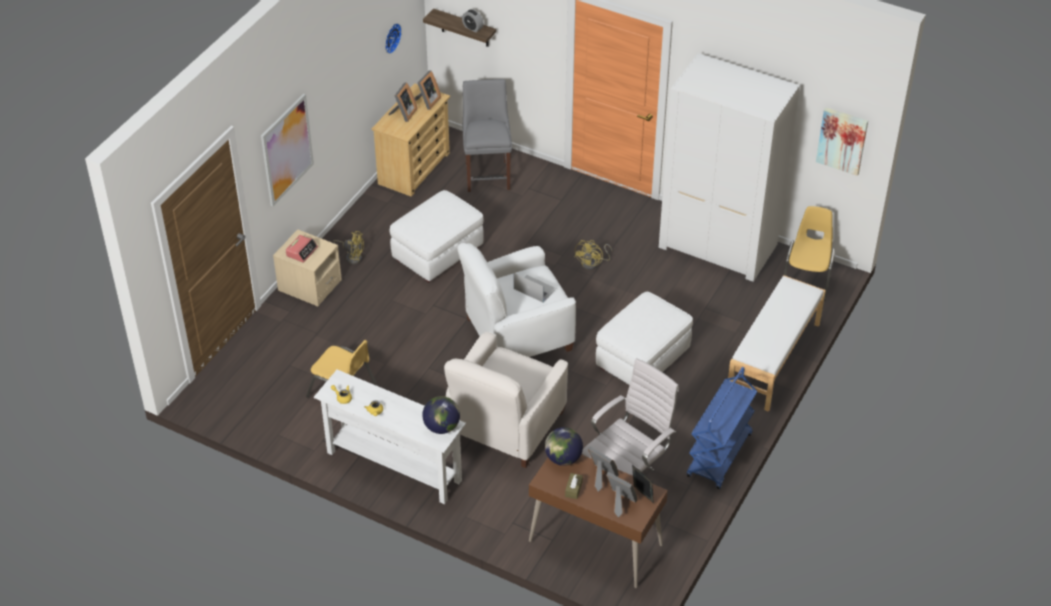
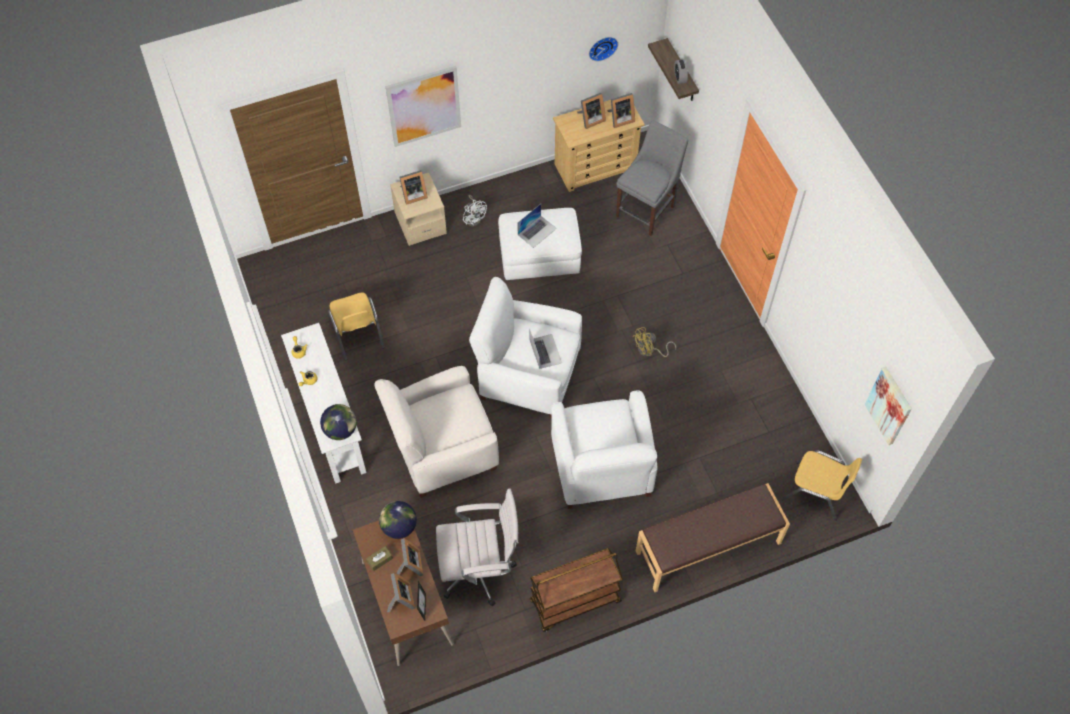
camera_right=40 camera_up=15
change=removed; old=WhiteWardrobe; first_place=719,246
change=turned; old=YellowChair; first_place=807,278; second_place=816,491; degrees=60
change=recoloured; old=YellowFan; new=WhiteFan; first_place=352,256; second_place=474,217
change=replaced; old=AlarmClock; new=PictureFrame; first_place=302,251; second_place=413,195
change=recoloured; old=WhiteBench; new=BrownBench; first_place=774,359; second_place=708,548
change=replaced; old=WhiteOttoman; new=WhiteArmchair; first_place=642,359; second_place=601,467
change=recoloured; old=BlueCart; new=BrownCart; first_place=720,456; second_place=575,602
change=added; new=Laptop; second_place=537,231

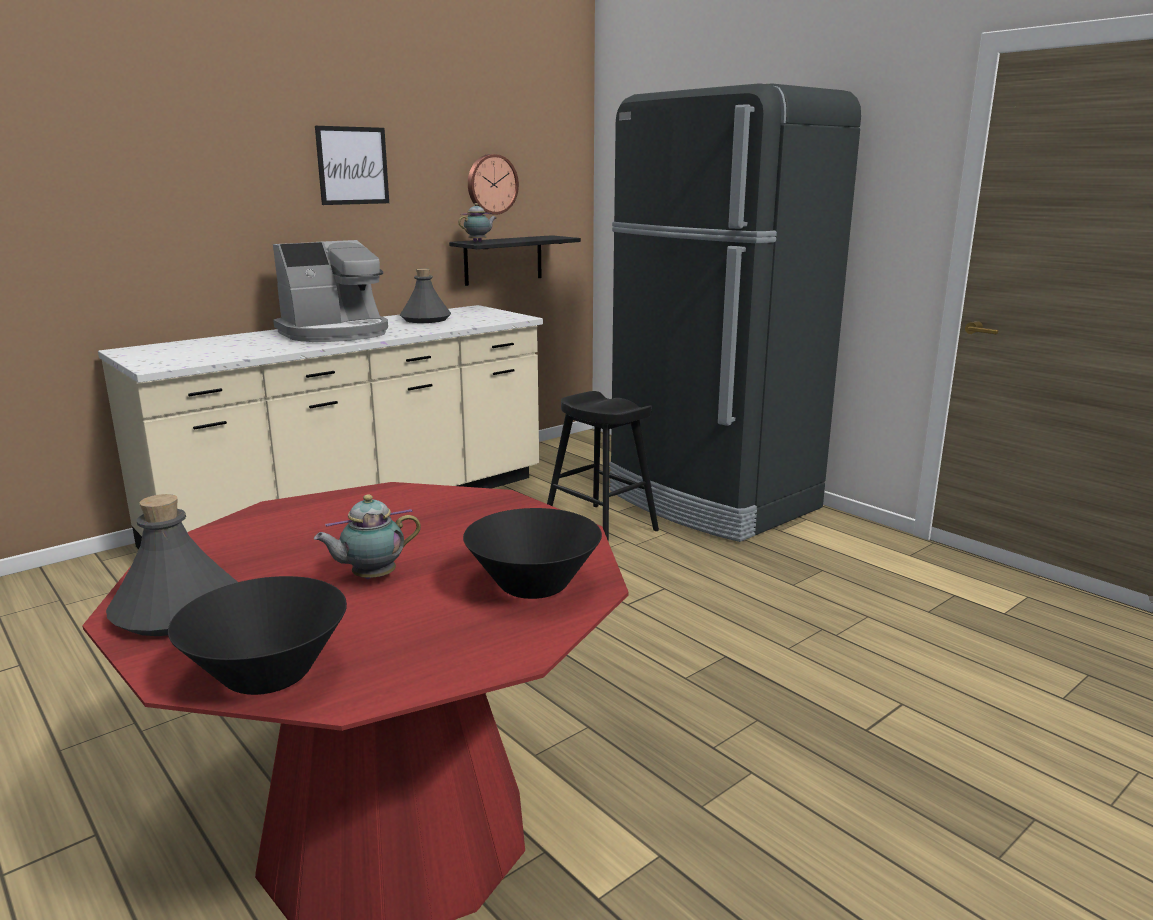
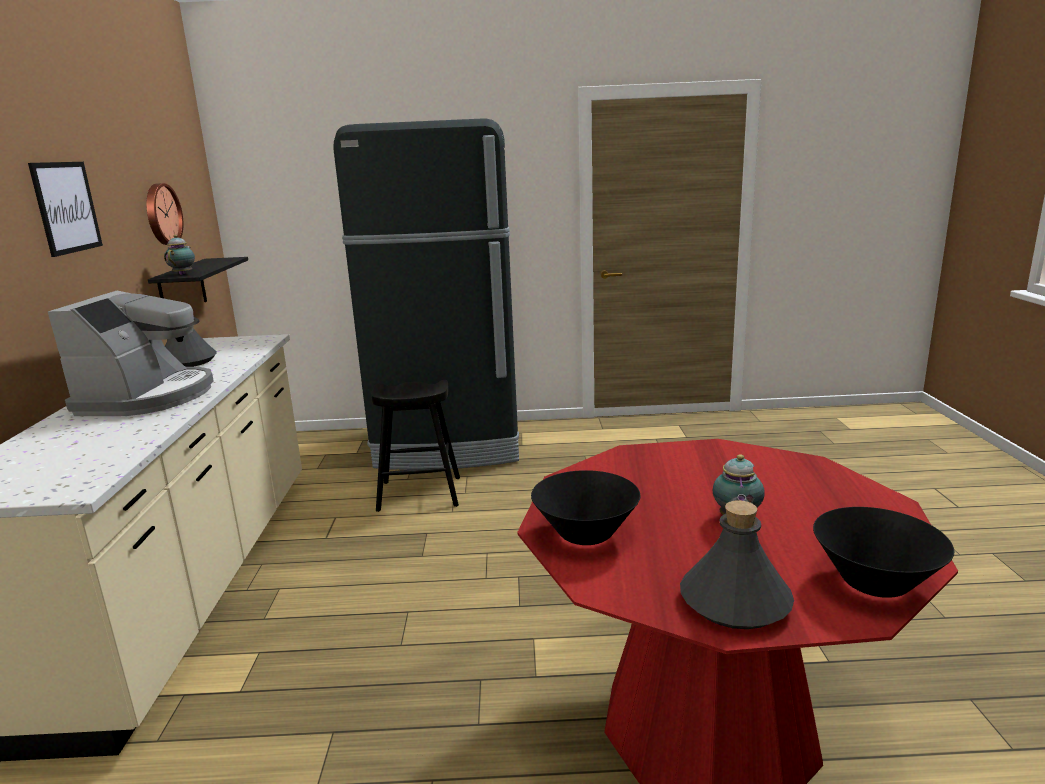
camera_right=-50 camera_up=0
change=moved; old=BlackBowl; first_place=533,586; second_place=586,534

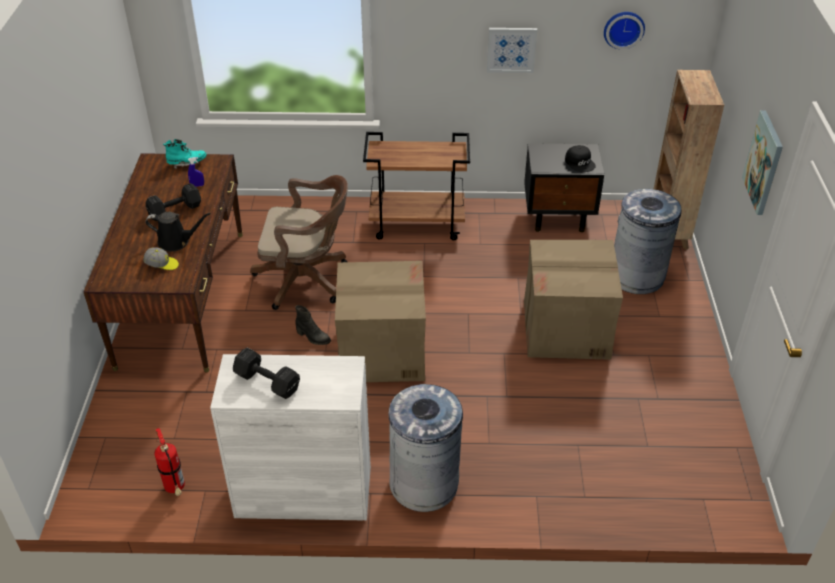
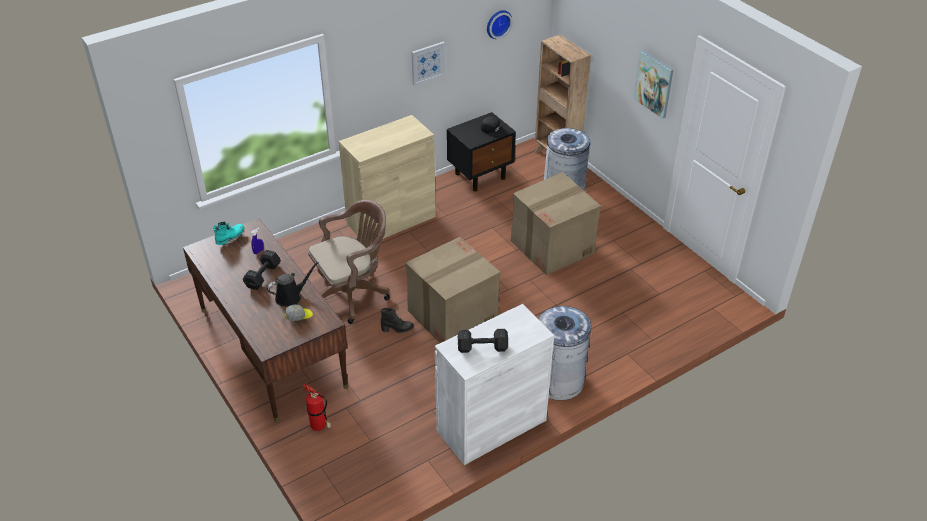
camera_right=-35 camera_up=0
change=replaced; old=BrownCart; new=BeigeCabinet; first_place=418,224; second_place=391,220
change=moved; old=FireExtinguisher; first_place=175,489; second_place=320,427

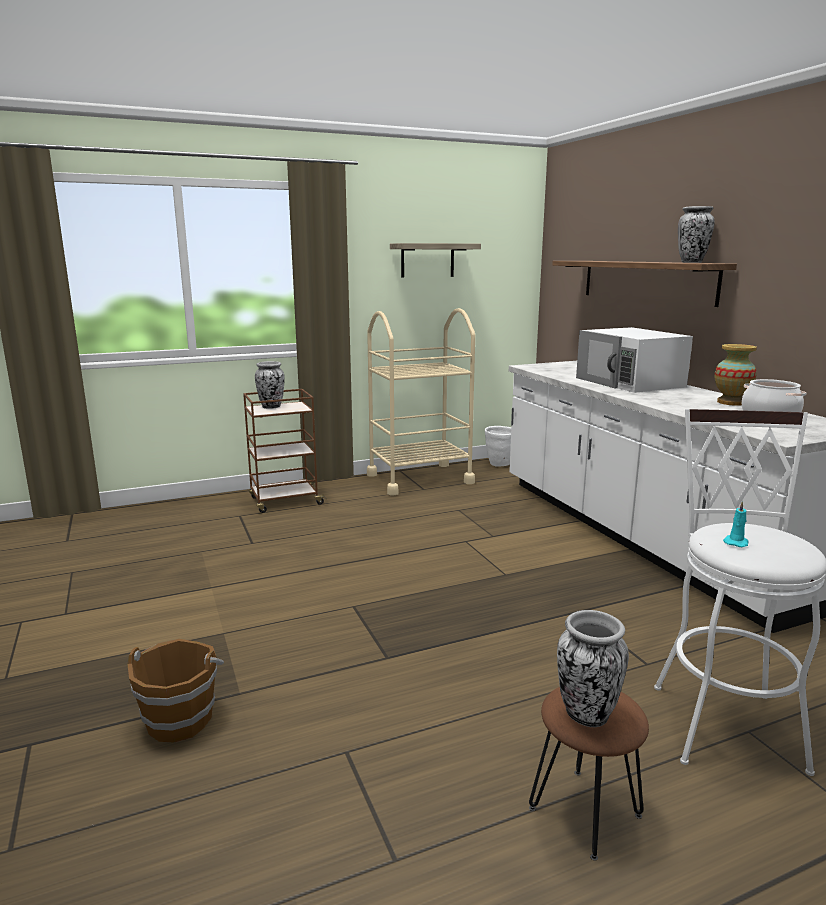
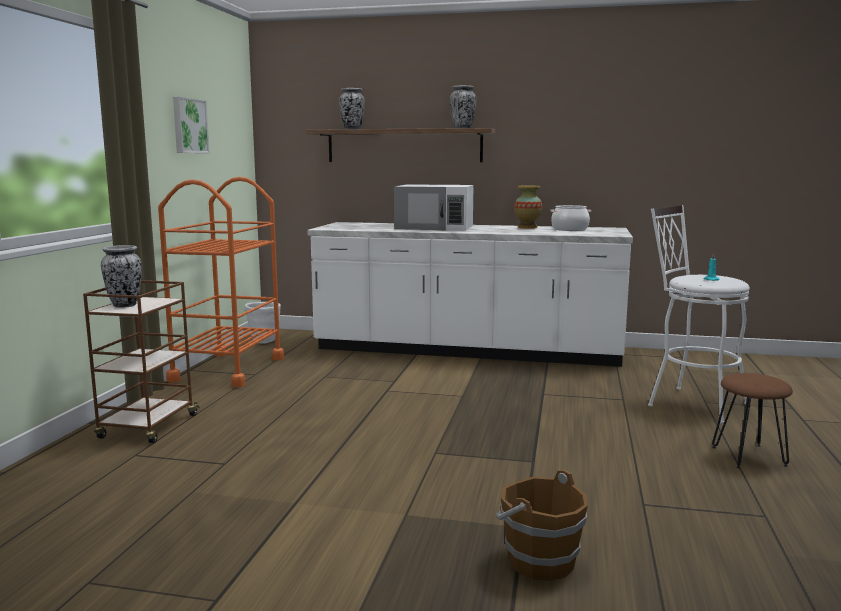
camera_right=-55 camera_up=-5
change=replaced; old=Shelf; new=Picture; first_place=427,260; second_place=189,126
change=recoloured; old=BeigeCart; new=OrangeCart; first_place=419,479; second_place=228,369
change=moved; old=Vase; first_place=586,715; second_place=352,129

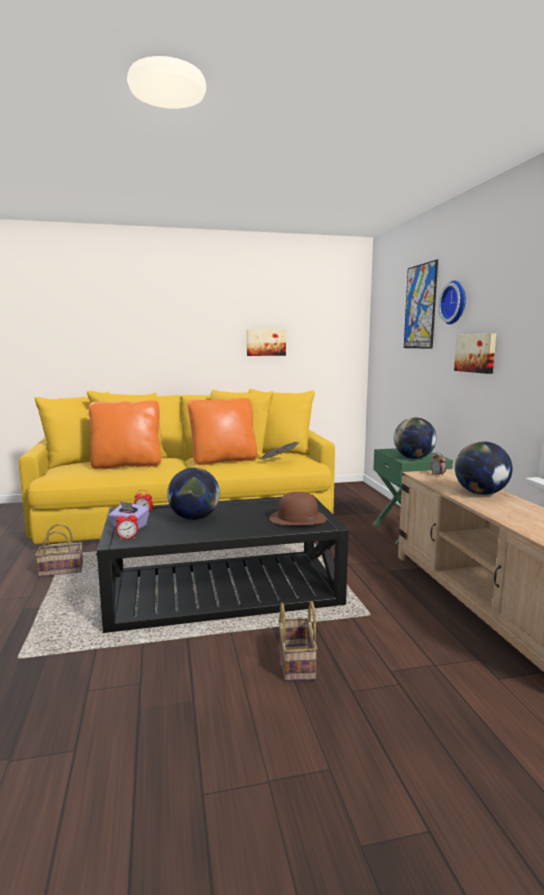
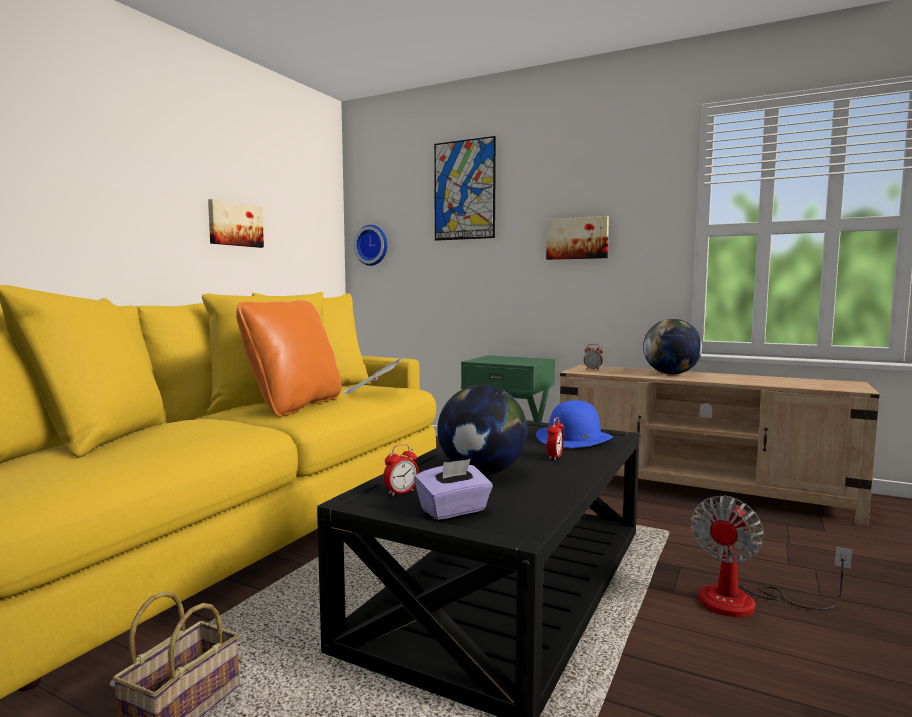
camera_right=-50 camera_up=-5
change=moved; old=WallClock; first_place=455,302; second_place=372,245
change=removed; old=OrangePillow; first_place=127,465
change=removed; old=Globe; first_place=413,458
change=recoloured; old=BrownHat; new=BlueHat; first_place=297,518; second_place=574,438
change=moved; old=AlarmClock; first_place=127,538; second_place=555,457
change=replaced; old=Basket; new=Fan; first_place=297,663; second_place=746,602

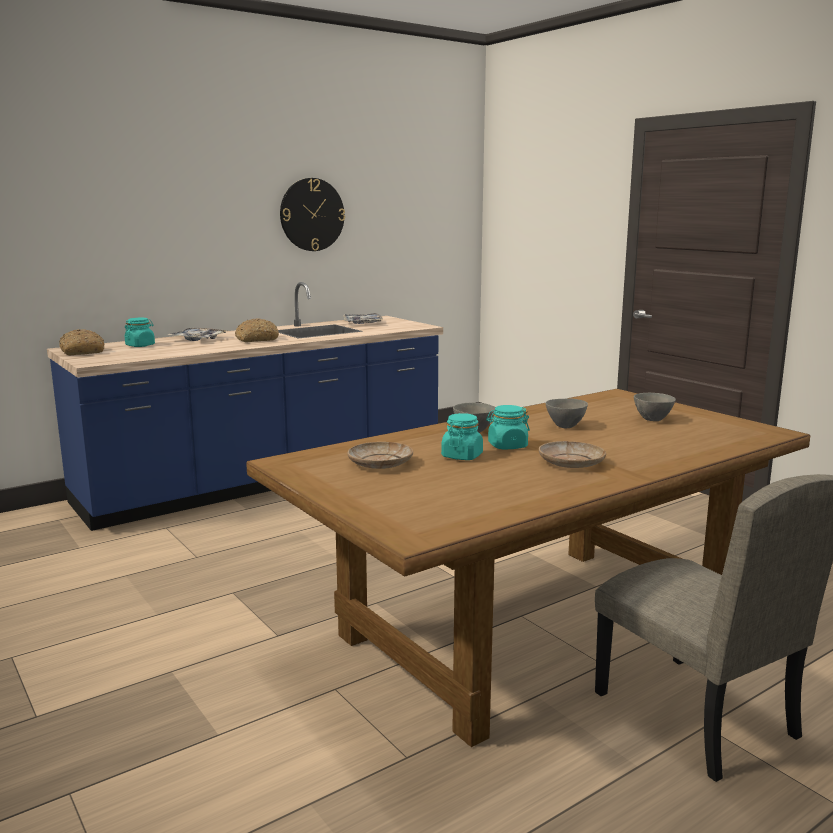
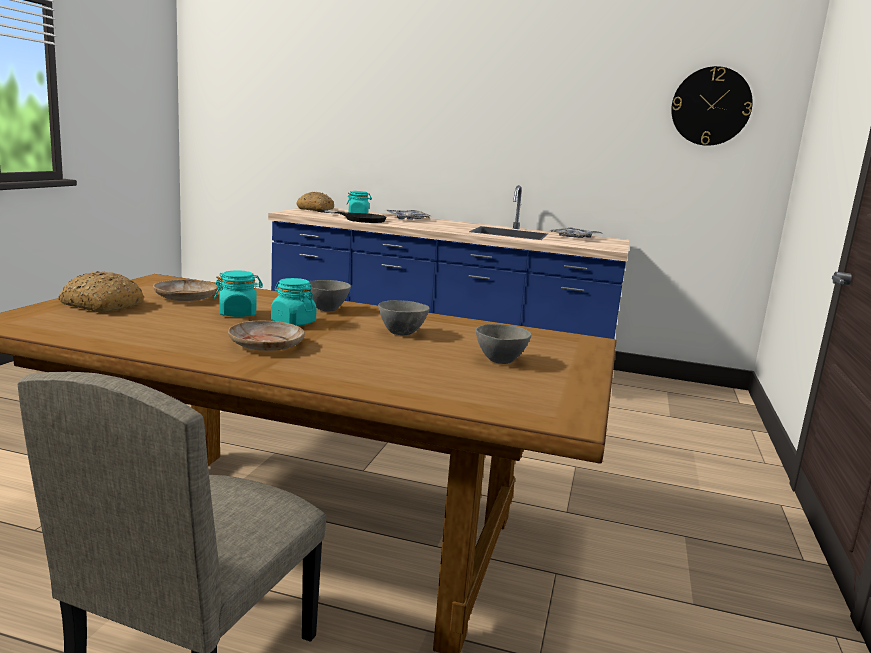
camera_right=50 camera_up=0
change=moved; old=WallClock; first_place=312,214; second_place=711,106
change=moved; old=Bread; first_place=256,339; second_place=101,305
change=added; new=BlackFryingPan; second_place=359,219

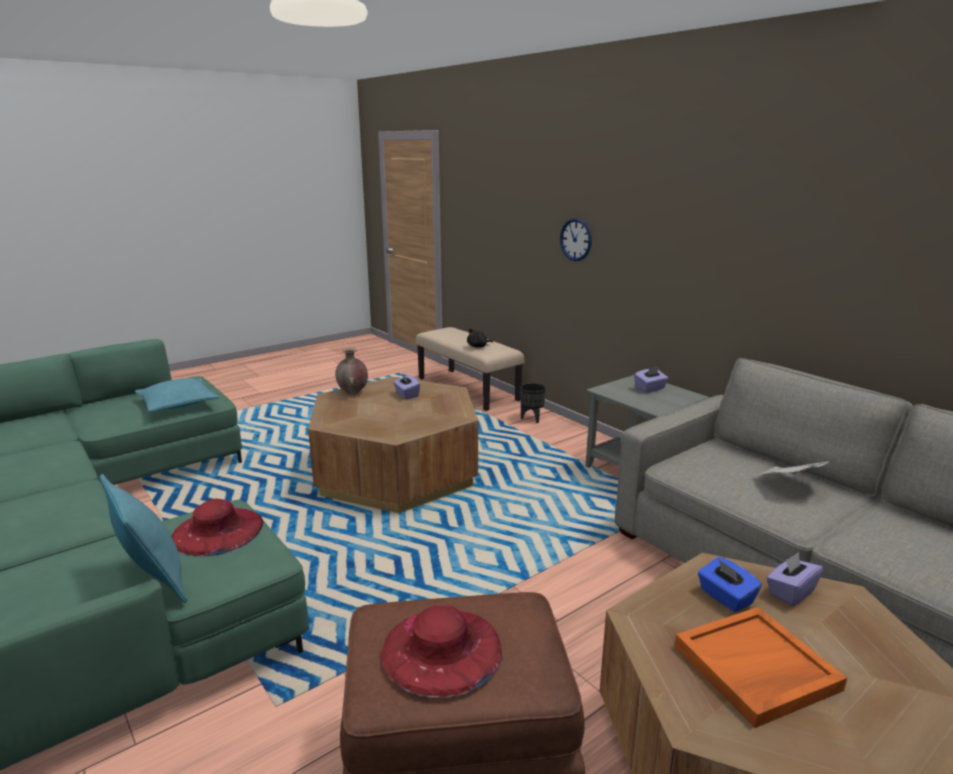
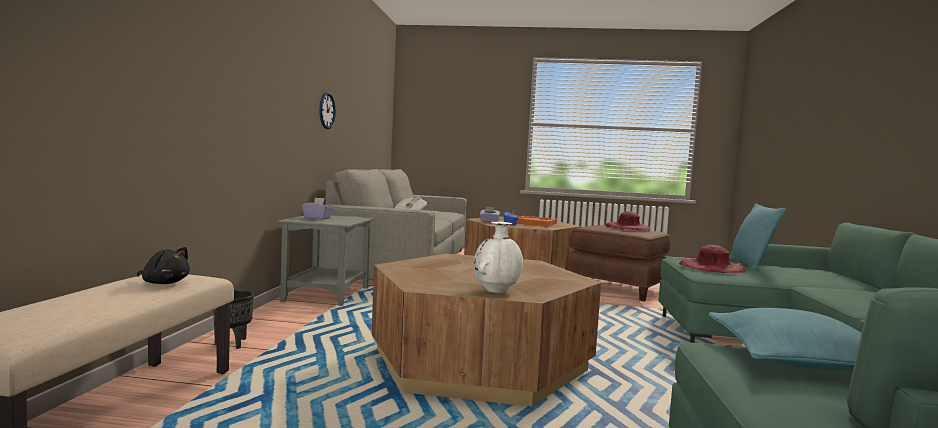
camera_right=-135 camera_up=-15
change=moved; old=WallClock; first_place=576,239; second_place=326,110
change=recoloured; old=BrownVase; new=WhiteVase; first_place=353,393; second_place=496,291
change=removed; old=PurpleTissueBox; first_place=406,395

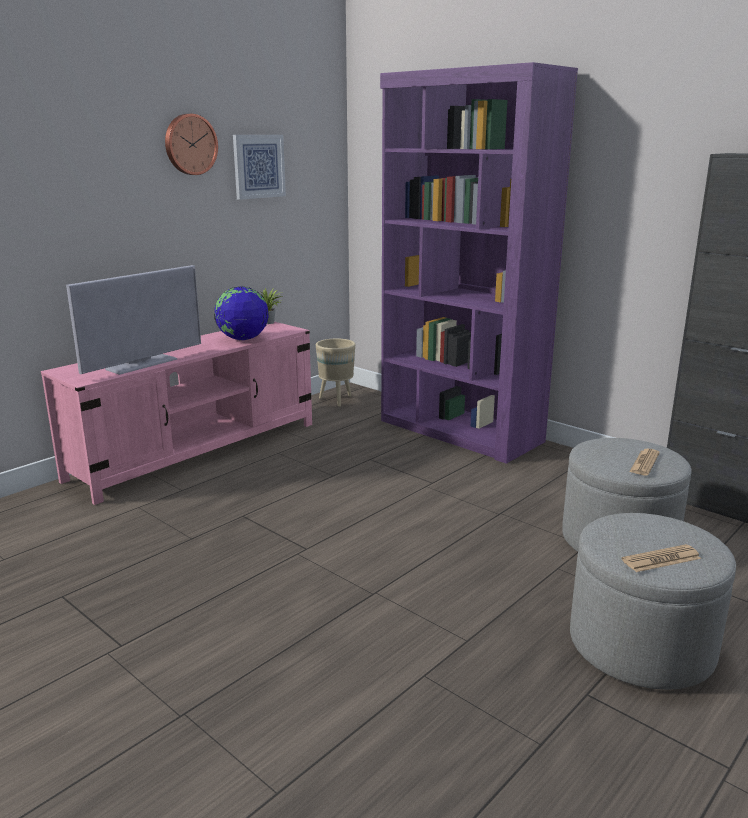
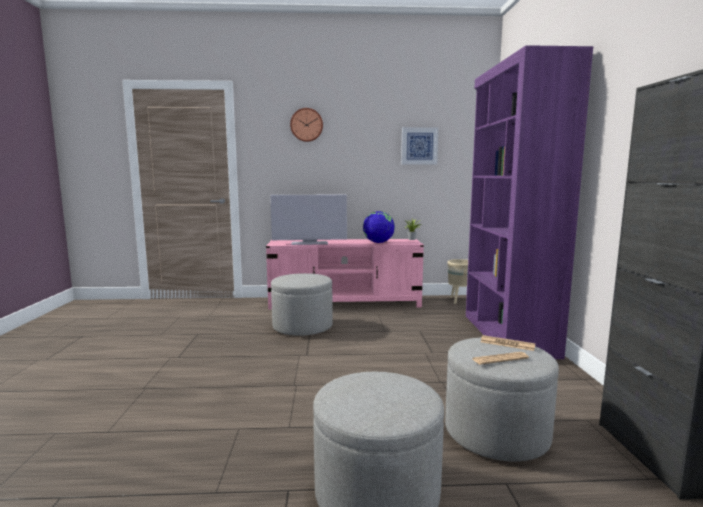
camera_right=45 camera_up=-10
change=moved; old=WallClock; first_place=190,144; second_place=306,125
change=moved; old=Newspaper; first_place=661,559; second_place=507,344
change=added; new=GreyOttoman; second_place=302,326

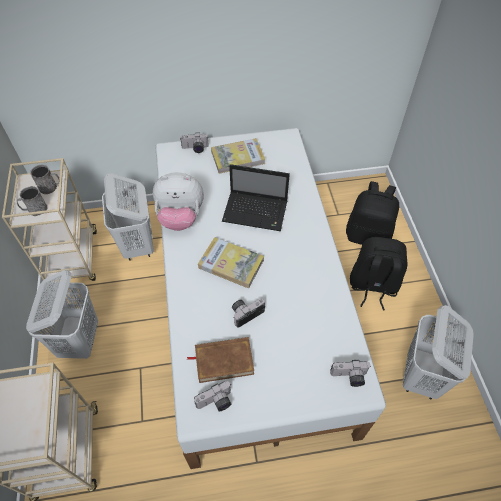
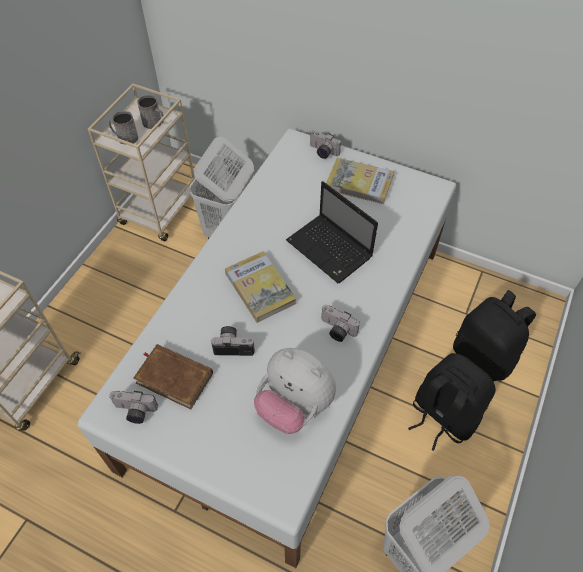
camera_right=35 camera_up=0
change=moved; old=PlushToy; first_place=180,217; second_place=294,405
change=removed; old=WhiteLaundryBasket; first_place=80,340
change=moved; old=PhotoCamera; first_place=349,377; second_place=336,330

